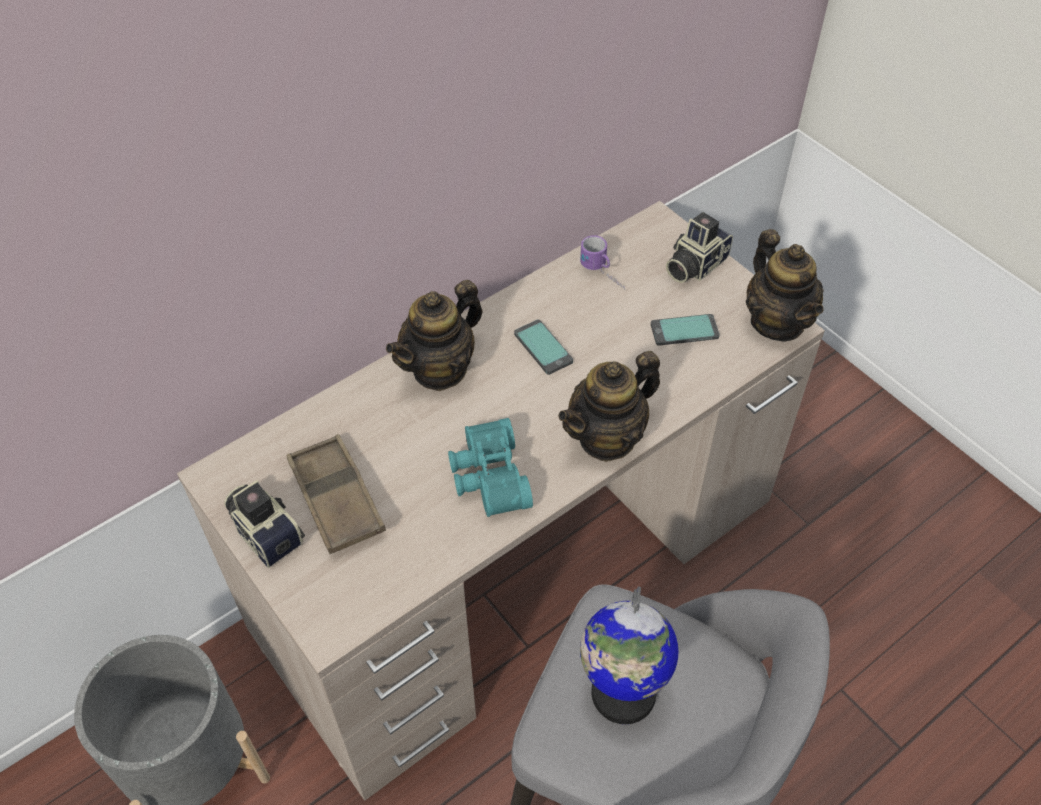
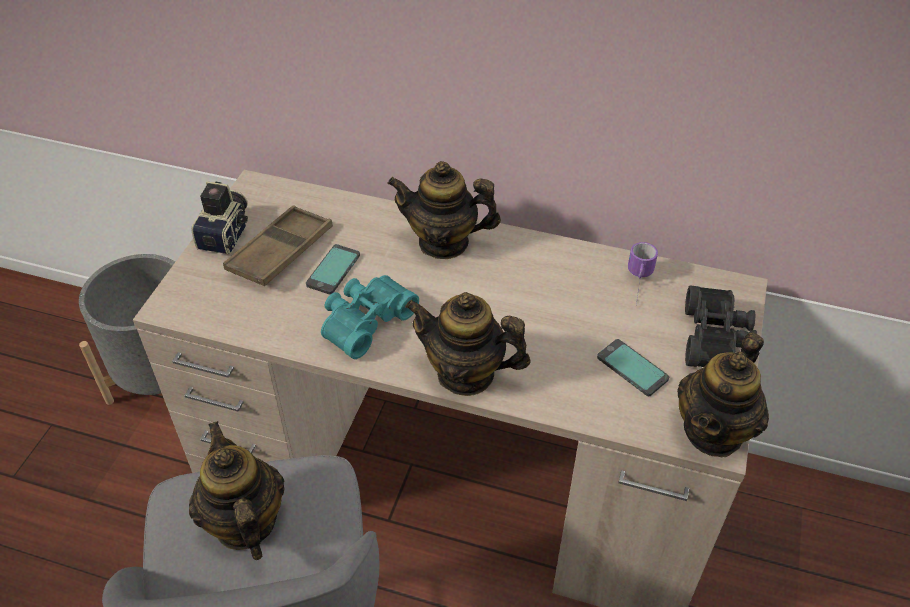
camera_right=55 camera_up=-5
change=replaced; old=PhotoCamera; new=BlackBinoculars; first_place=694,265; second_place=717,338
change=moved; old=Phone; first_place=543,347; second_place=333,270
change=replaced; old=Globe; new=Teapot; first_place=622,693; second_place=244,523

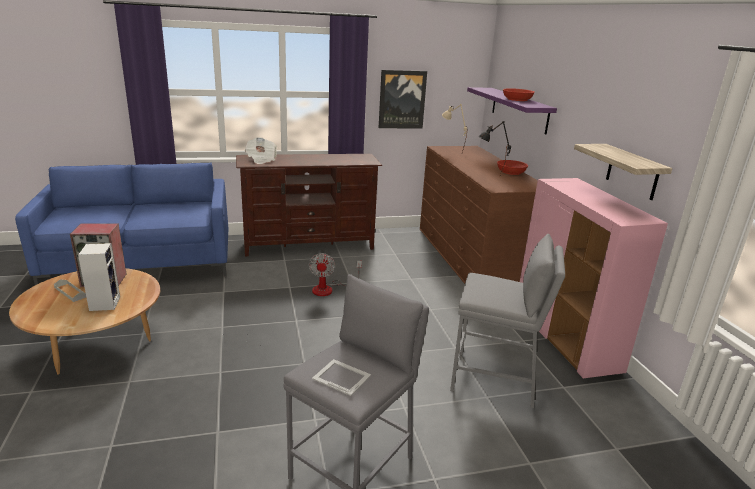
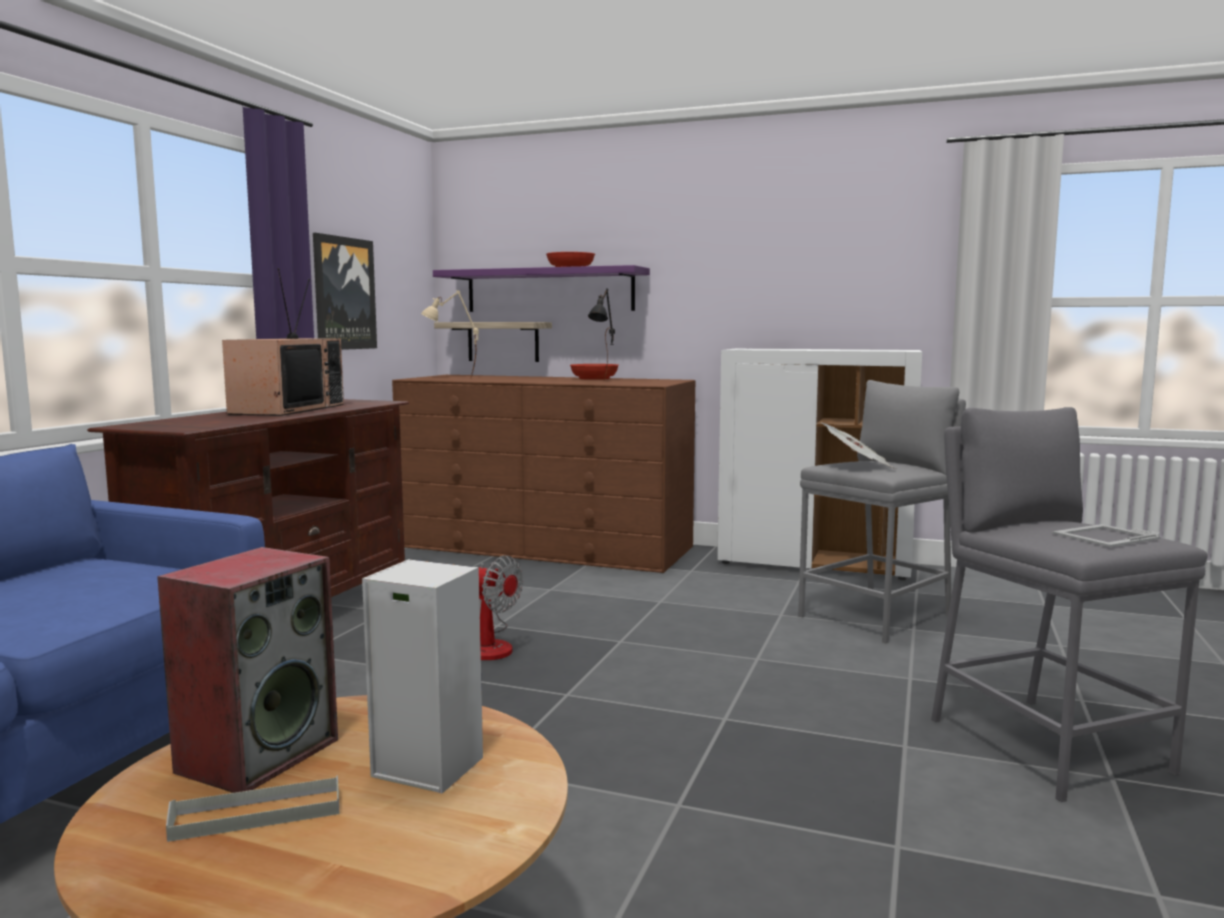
camera_right=-55 camera_up=-15
change=moved; old=Newspaper; first_place=261,159; second_place=857,465
change=moved; old=Shelf; first_place=632,172; second_place=503,341
change=recoloured; old=PinkCabinet; new=WhiteCabinet; first_place=565,339; second_place=815,564
change=added; new=Television; second_place=287,409

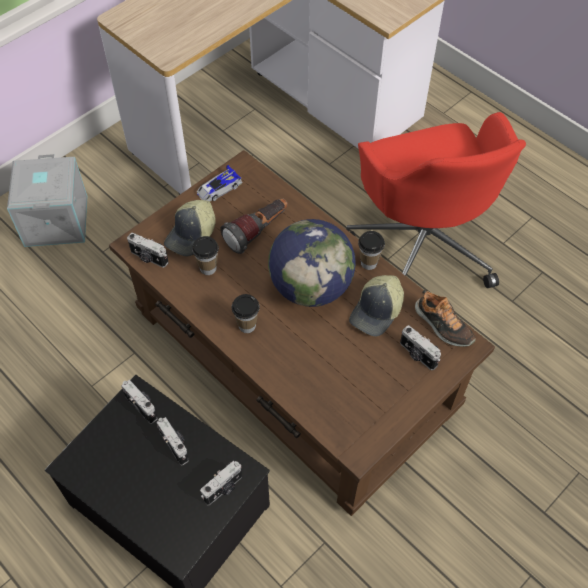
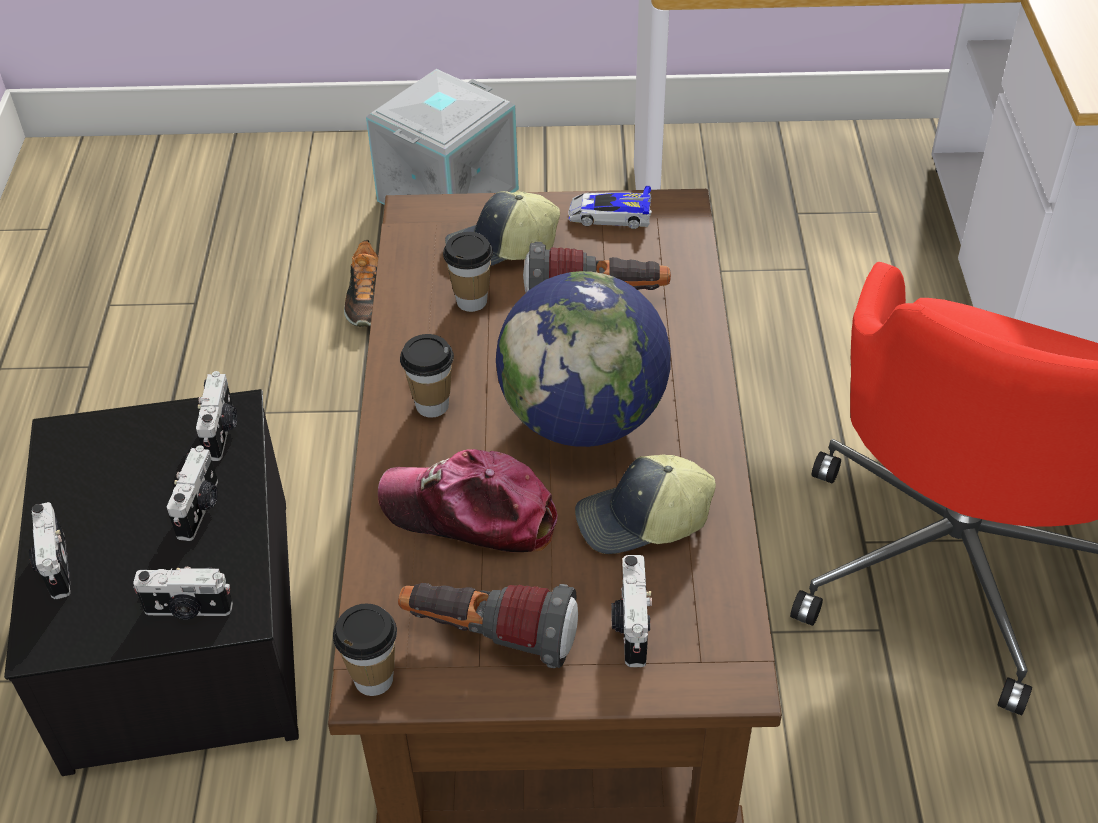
camera_right=45 camera_up=-10
change=moved; old=Cup; first_place=368,263; second_place=373,679
change=moved; old=PhotoCamera; first_place=148,258; second_place=54,566
change=moved; old=Shoe; first_place=442,325; second_place=366,299
change=added; new=Cap; second_place=470,513
change=added; new=Flashlight; second_place=489,636

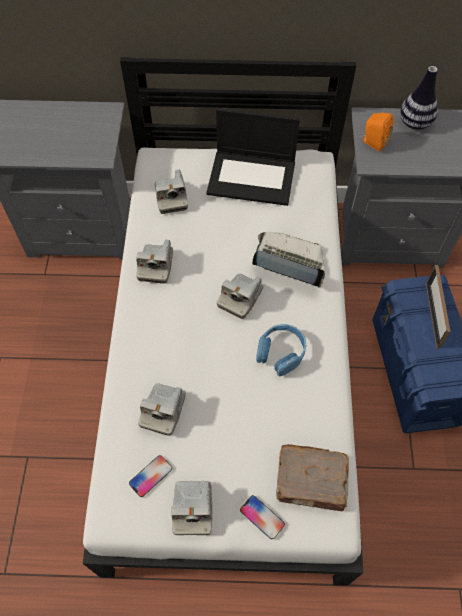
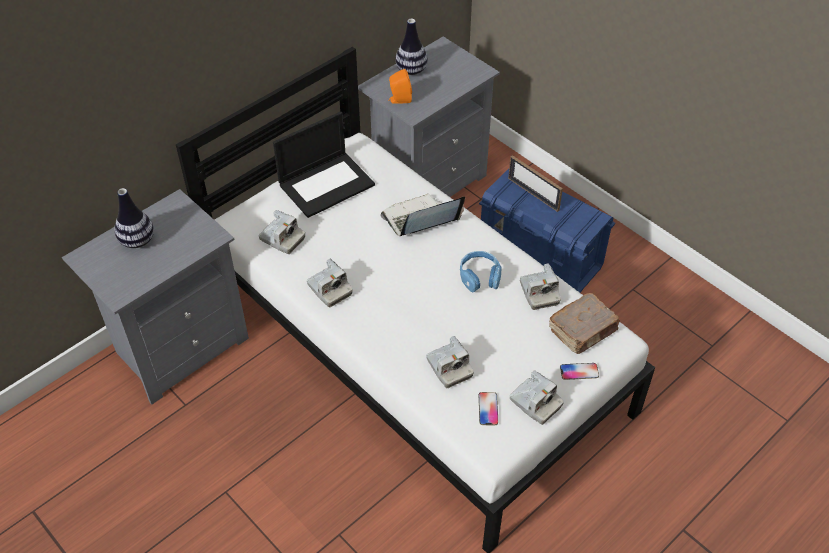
camera_right=-45 camera_up=-10
change=moved; old=PhotoCamera; first_place=240,298; second_place=539,293
change=added; new=Vase; second_place=137,241

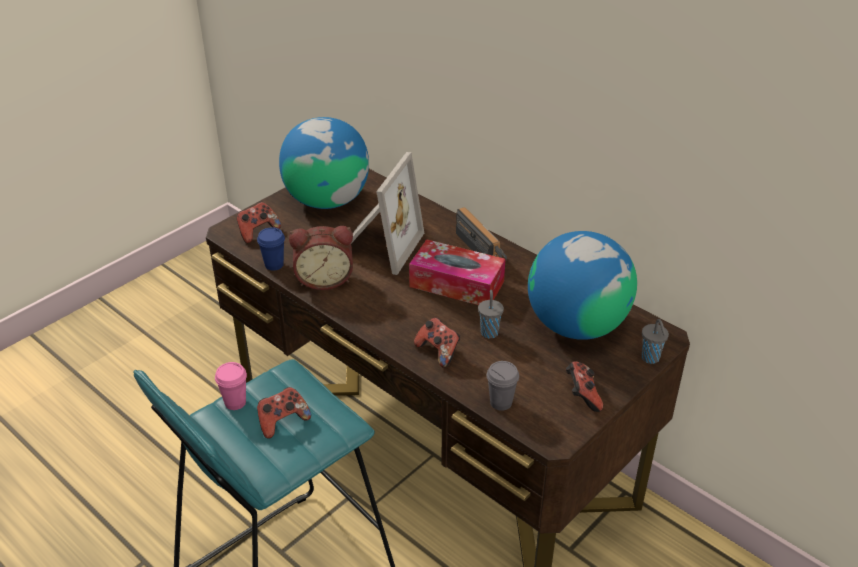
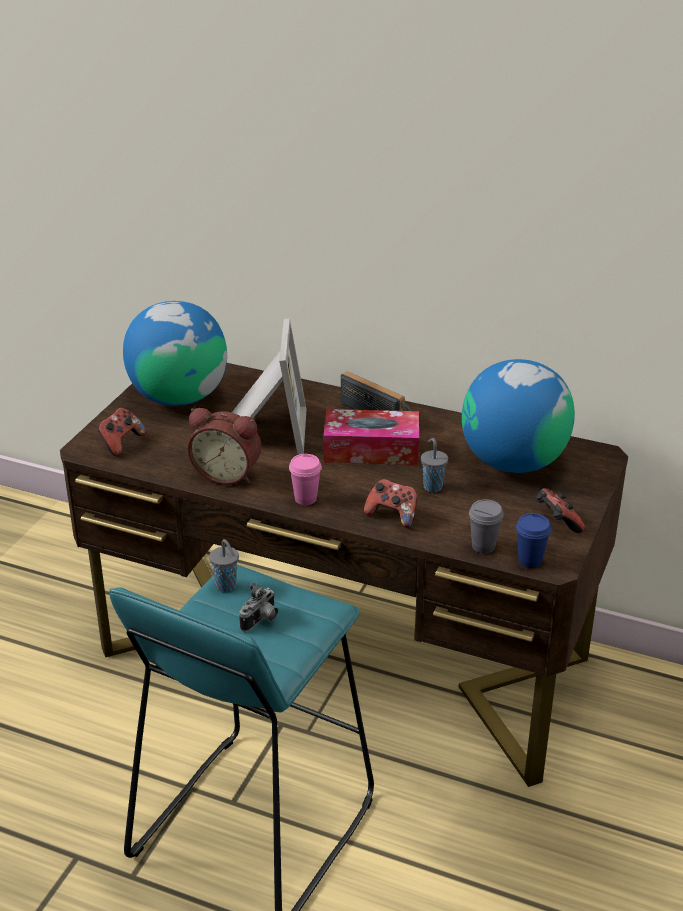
camera_right=-20 camera_up=-5
change=turned; old=AlarmClock; first_place=324,279; second_place=227,473; degrees=45
change=moved; old=BlueCup; first_place=274,265; second_place=530,560
change=moved; old=GreyCup; first_place=651,358; second_place=226,586
change=moved; old=PinkCup; first_place=235,402; second_place=305,498
change=replaced; old=GameController; new=PhotoCamera; first_place=283,421; second_place=261,621

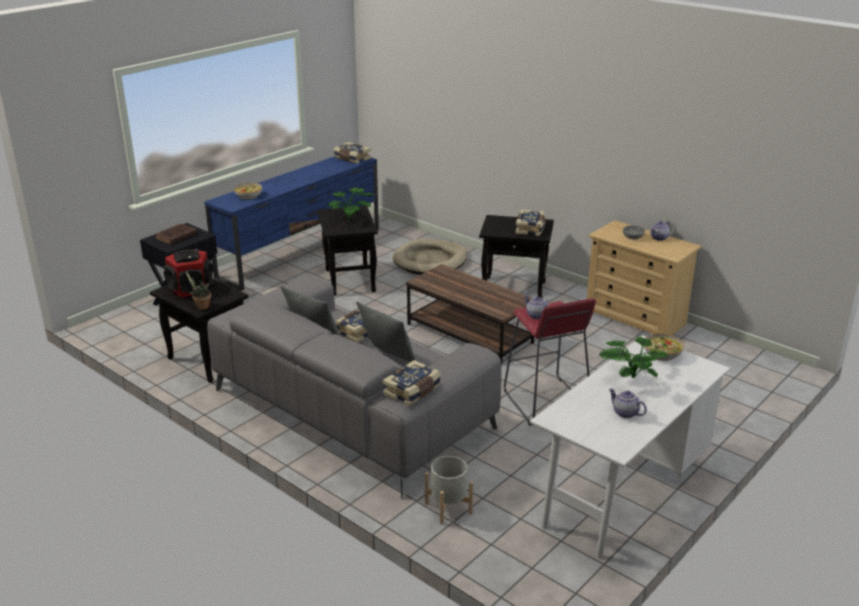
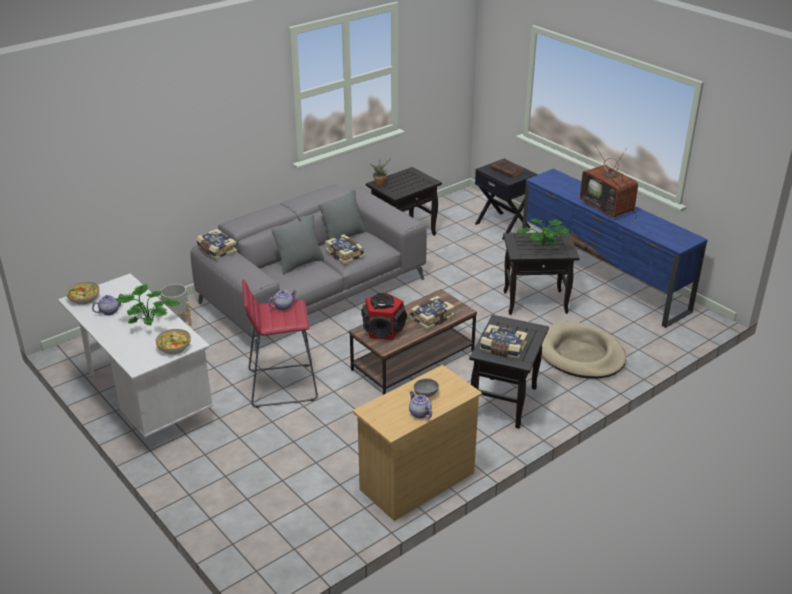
camera_right=100 camera_up=5
change=moved; old=Book; first_place=352,158; second_place=431,318
change=moved; old=Bowl; first_place=248,195; second_place=84,298
change=moved; old=Speaker; first_place=191,288; second_place=384,330
change=added; new=Television; second_place=609,208

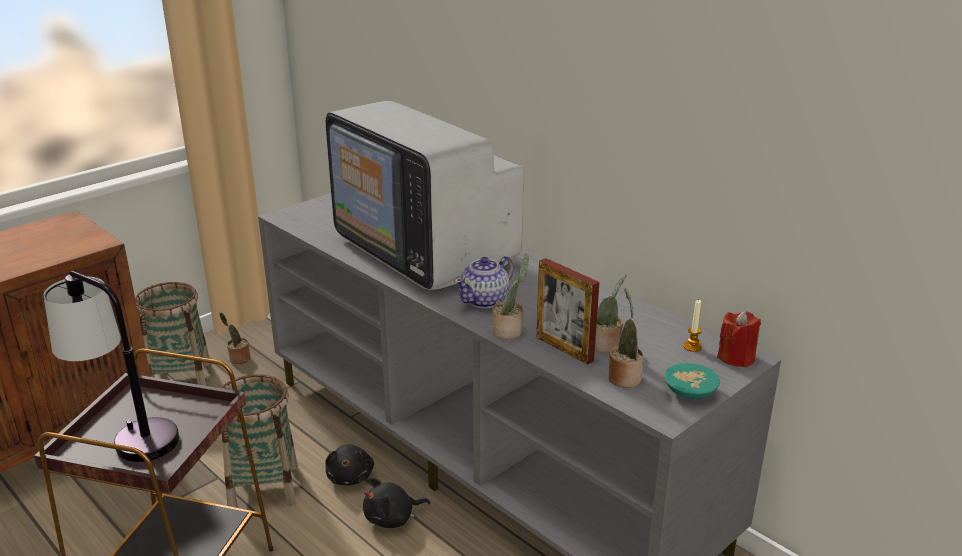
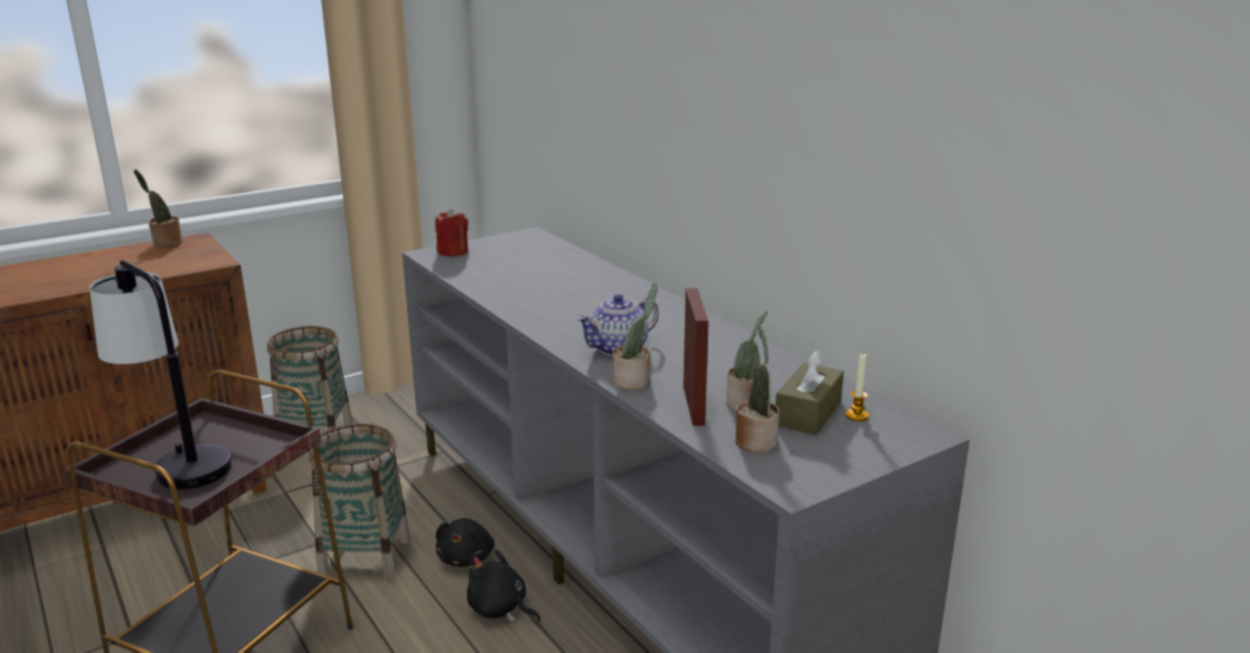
camera_right=10 camera_up=-5
change=removed; old=Television; first_place=425,251
change=turned; old=PictureFrame; first_place=564,349; second_place=693,405; degrees=-150
change=moved; old=RedCandle; first_place=736,357; second_place=453,252
change=moved; old=PottedPlant; first_place=238,359; second_place=165,243
change=removed; old=TurquoiseBowl; first_place=688,391
change=turned; old=BlackPlushToy; first_place=392,518; second_place=500,609; degrees=45
change=added; new=BrownTissueBox; second_place=808,413

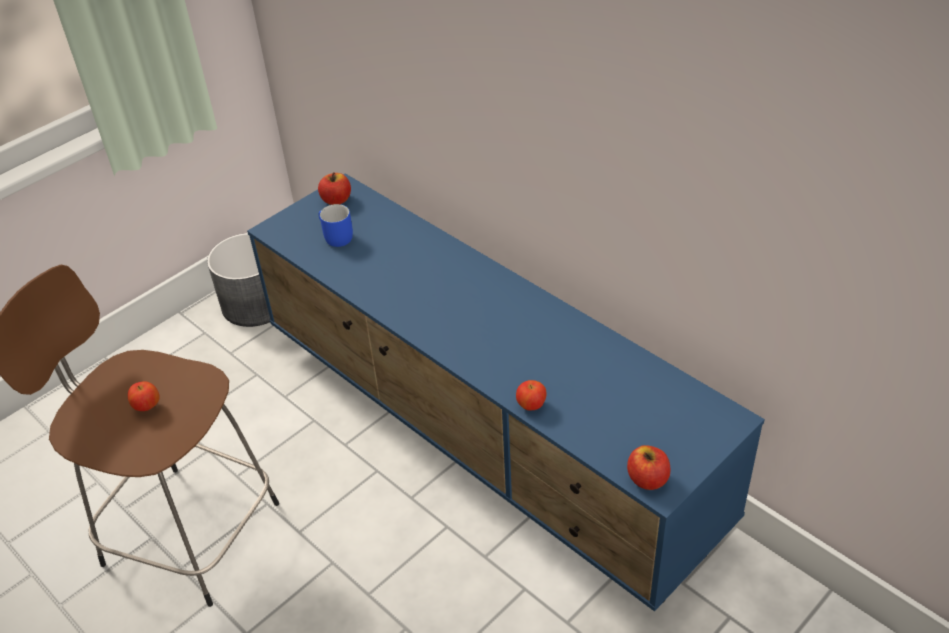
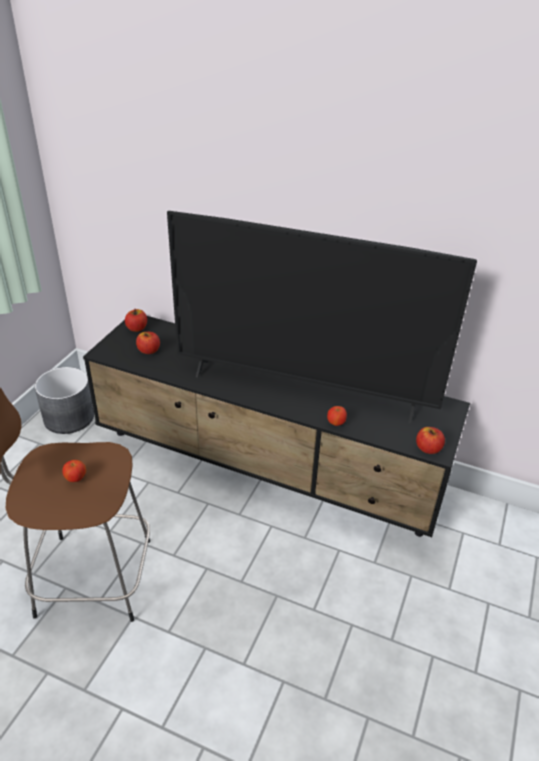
camera_right=-25 camera_up=-5
change=recoloured; old=BlueTvStand; new=BlackTvStand; first_place=485,438; second_place=268,467
change=replaced; old=BlueMug; new=Apple; first_place=334,238; second_place=149,350
change=added; new=Television; second_place=303,389

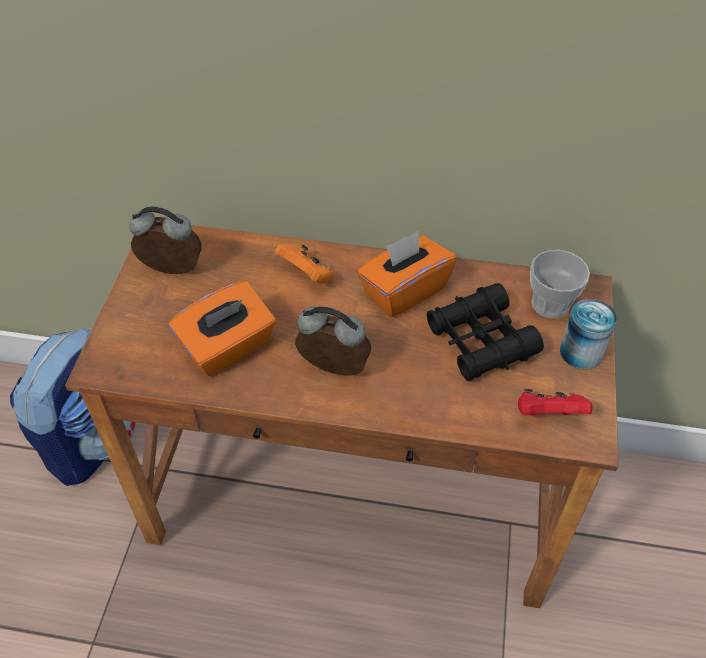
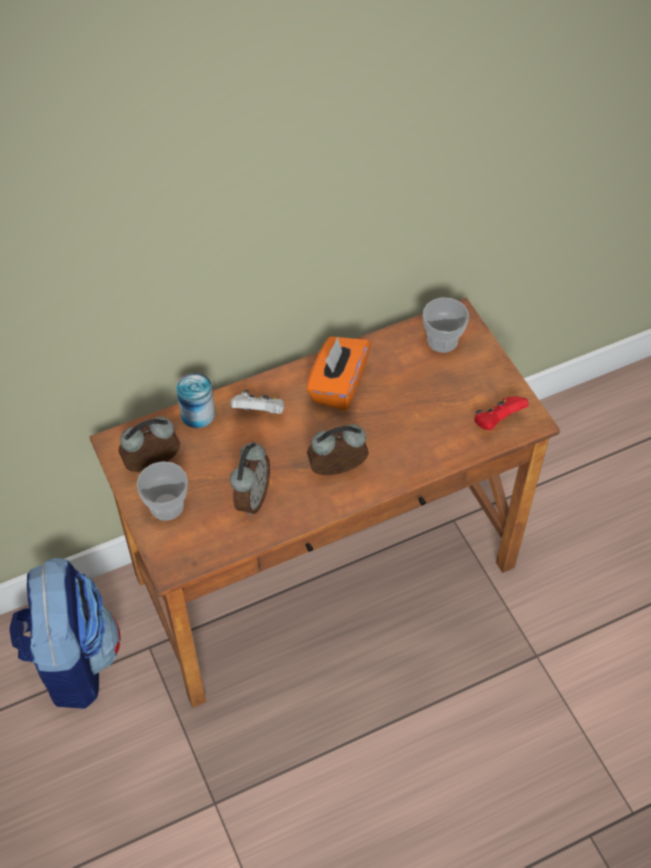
camera_right=-35 camera_up=5
change=recoloured; old=OrangeGameController; new=WhiteGameController; first_place=307,276; second_place=259,412
change=replaced; old=OrangeTissueBox; new=AlarmClock; first_place=228,348; second_place=251,498
change=removed; old=BlackBinoculars; first_place=481,341
change=moved; old=Can; first_place=581,352; second_place=198,414
change=added; new=Cup; second_place=166,506

